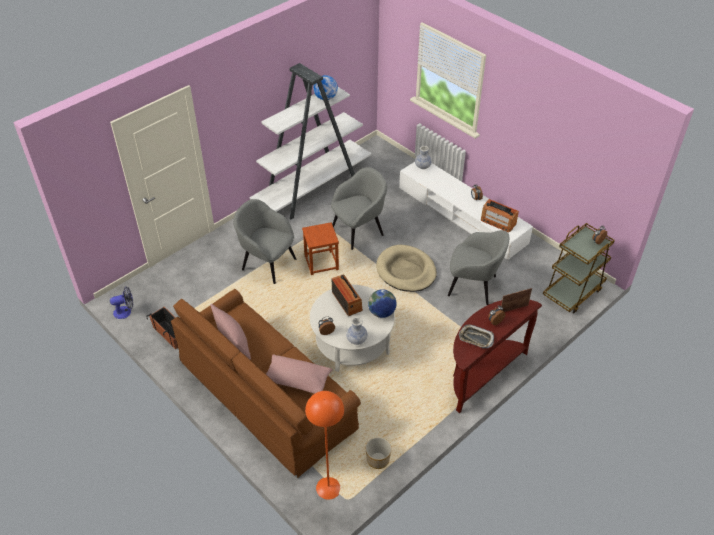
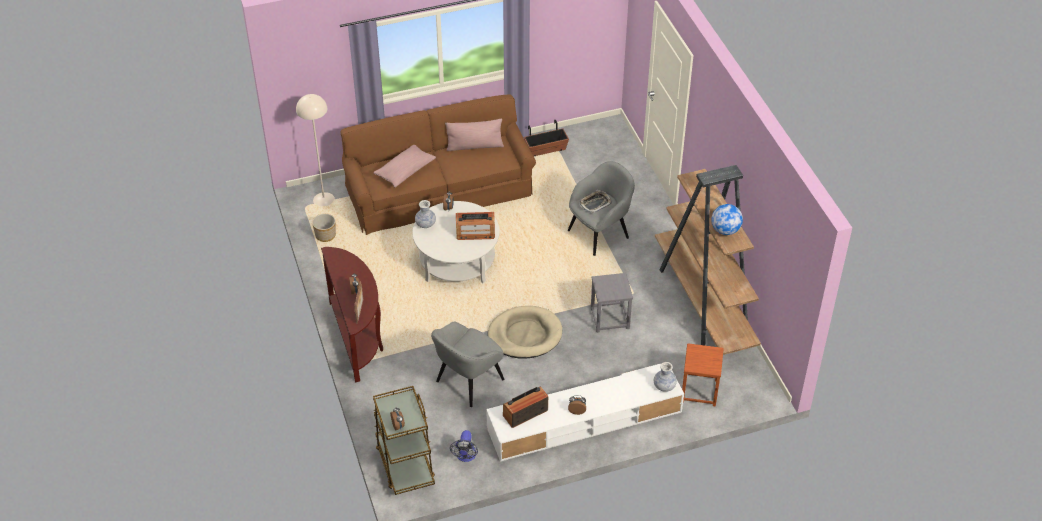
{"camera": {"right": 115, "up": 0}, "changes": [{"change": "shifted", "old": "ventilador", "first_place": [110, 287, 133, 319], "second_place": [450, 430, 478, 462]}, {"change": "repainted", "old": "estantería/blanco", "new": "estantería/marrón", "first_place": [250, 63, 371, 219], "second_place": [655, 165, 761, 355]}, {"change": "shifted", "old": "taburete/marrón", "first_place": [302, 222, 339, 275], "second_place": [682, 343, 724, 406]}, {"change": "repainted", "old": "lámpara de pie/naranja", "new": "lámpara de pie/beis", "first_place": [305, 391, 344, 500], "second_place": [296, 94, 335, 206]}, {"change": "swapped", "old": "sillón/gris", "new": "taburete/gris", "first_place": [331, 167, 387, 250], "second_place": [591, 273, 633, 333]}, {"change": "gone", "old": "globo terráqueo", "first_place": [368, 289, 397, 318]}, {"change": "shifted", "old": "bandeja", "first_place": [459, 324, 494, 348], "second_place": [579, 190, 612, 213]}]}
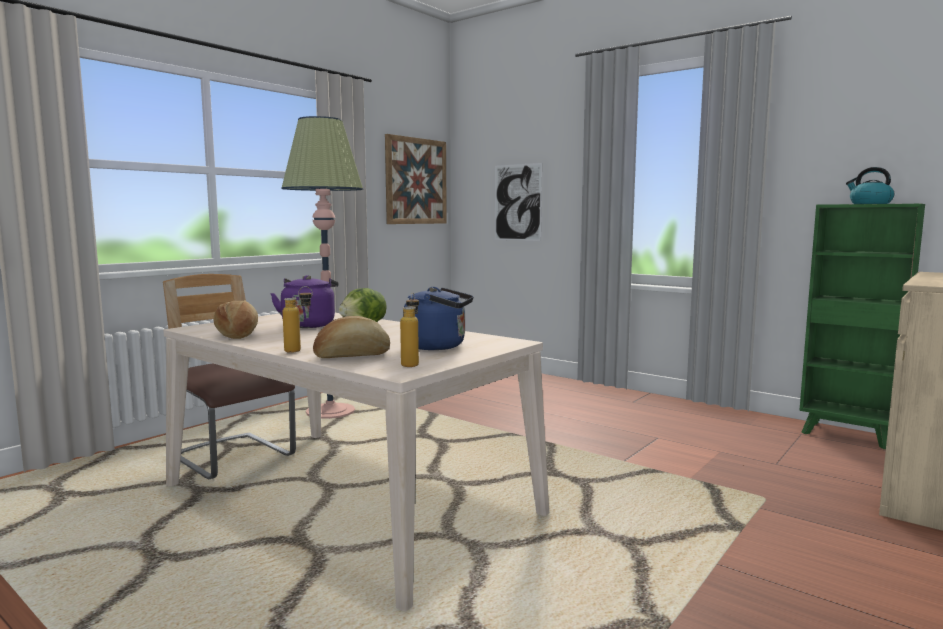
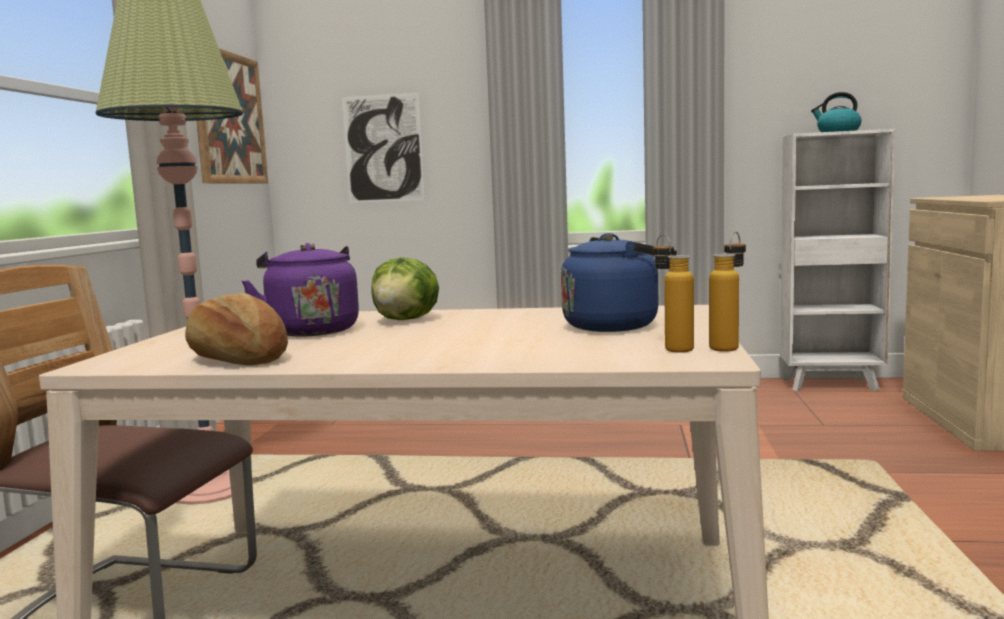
{"camera": {"right": -30, "up": 0}, "changes": [{"change": "shifted", "old": "botella", "first_place": [282, 286, 313, 353], "second_place": [709, 231, 746, 352]}, {"change": "gone", "old": "pan", "first_place": [313, 316, 390, 358]}, {"change": "repainted", "old": "estantería/verde", "new": "estantería/blanco", "first_place": [799, 204, 925, 449], "second_place": [780, 129, 896, 391]}]}
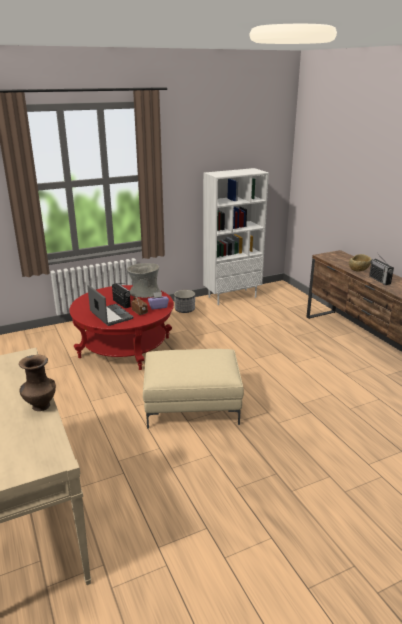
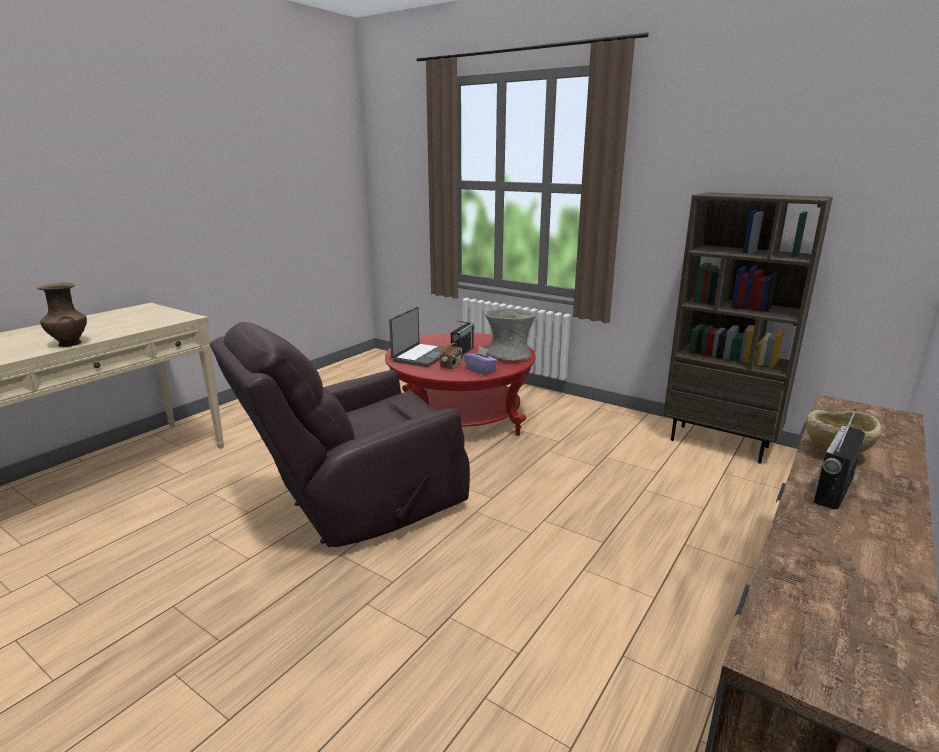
{"camera": {"right": 60, "up": -5}, "changes": [{"change": "swapped", "old": "puf/beis", "new": "sillón/marrón", "first_place": [143, 349, 244, 429], "second_place": [210, 322, 470, 547]}, {"change": "gone", "old": "maceta", "first_place": [174, 290, 195, 313]}, {"change": "repainted", "old": "estantería/blanco", "new": "estantería/marrón", "first_place": [203, 168, 269, 305], "second_place": [663, 192, 833, 464]}]}
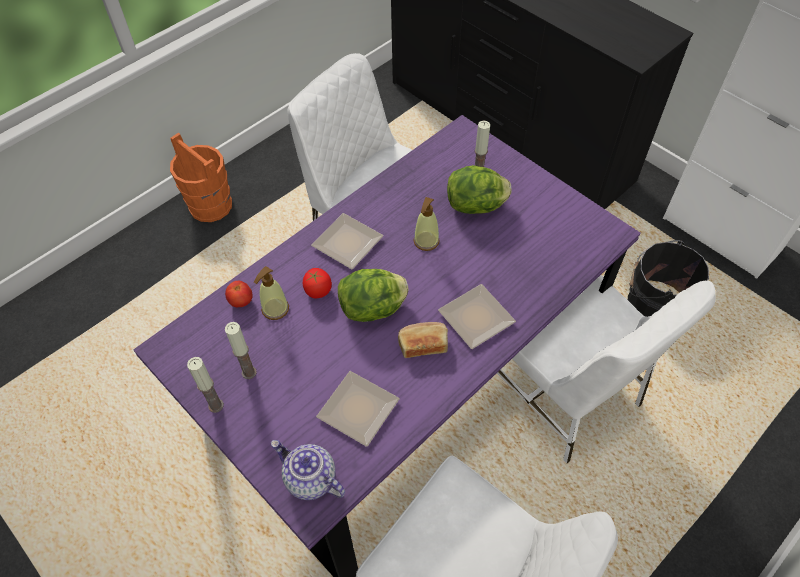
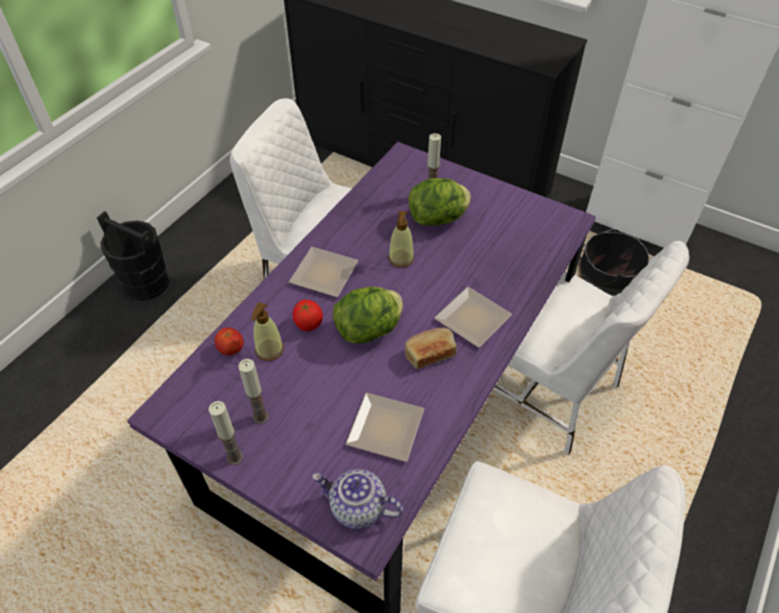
{"camera": {"right": -15, "up": -5}, "changes": [{"change": "repainted", "old": "cubo/naranja", "new": "cubo/negro", "first_place": [170, 133, 232, 222], "second_place": [97, 211, 169, 301]}]}
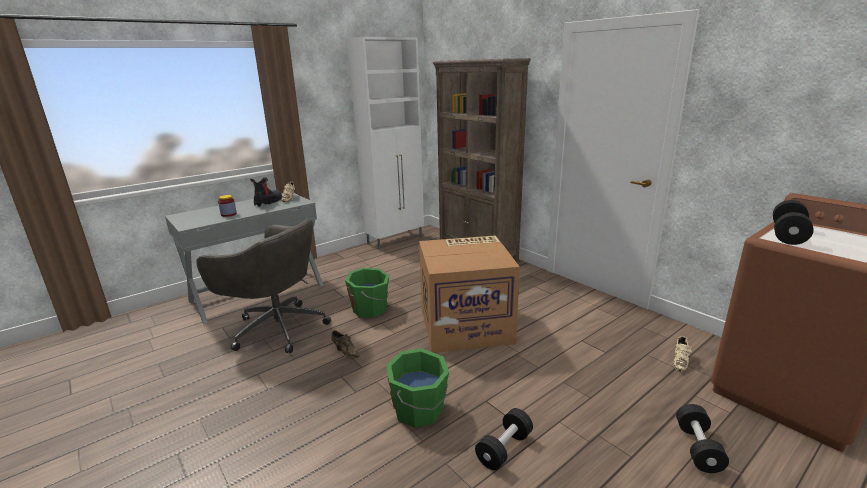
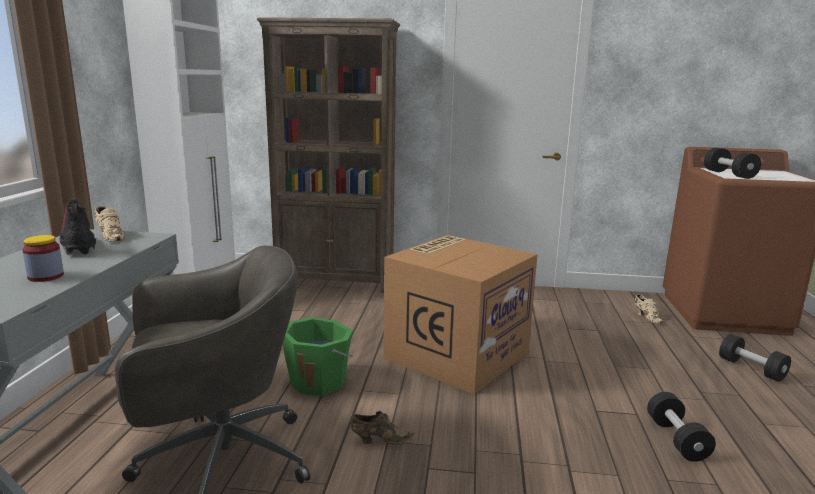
{"camera": {"right": -45, "up": -5}, "changes": [{"change": "gone", "old": "cubo/verde", "first_place": [386, 348, 449, 428]}]}
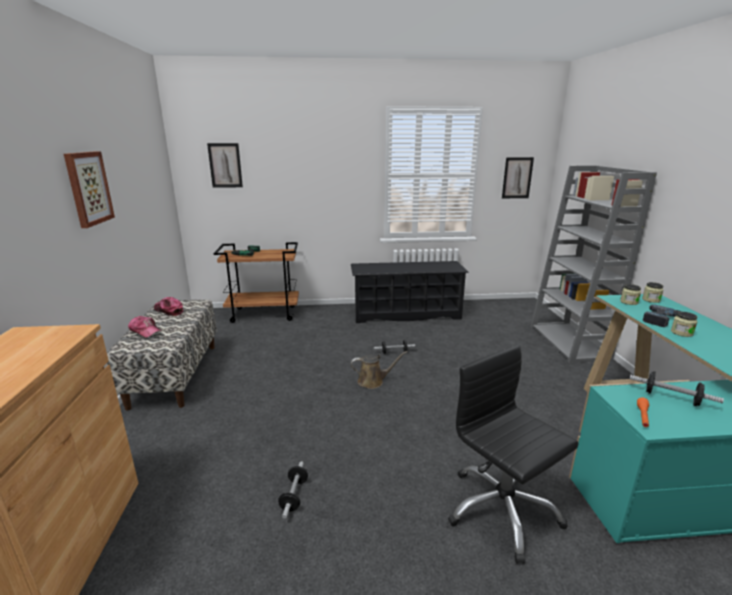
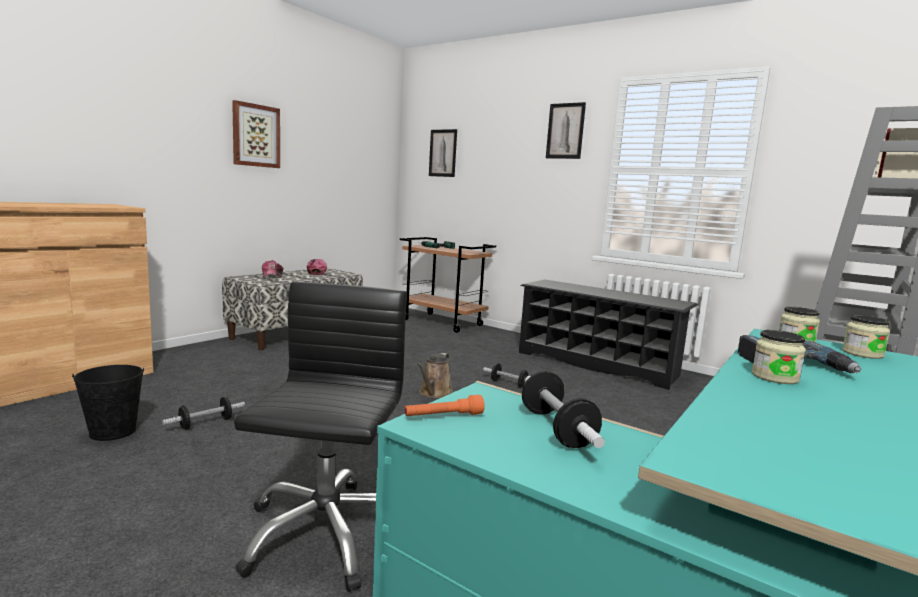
{"camera": {"right": 40, "up": -10}, "changes": [{"change": "rotated", "old": "regadera/marrón", "first_place": [351, 351, 408, 389], "second_place": [417, 353, 453, 398], "degrees": 75}, {"change": "shifted", "old": "cuadro", "first_place": [502, 157, 534, 198], "second_place": [546, 102, 586, 159]}, {"change": "new", "new": "cubo/negro", "second_place": [72, 365, 144, 441]}]}
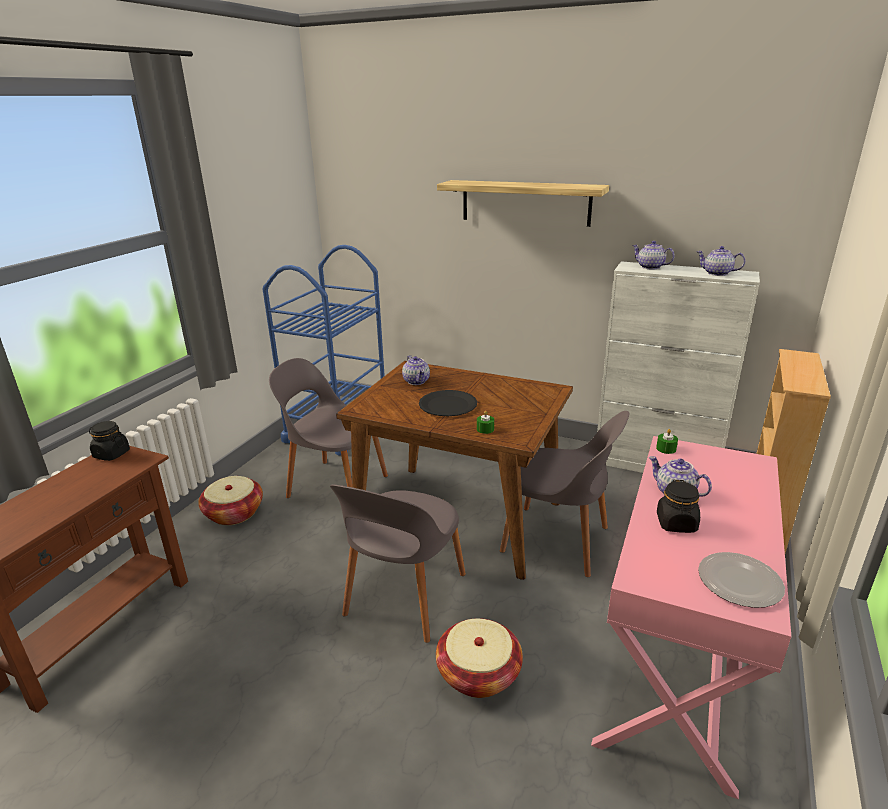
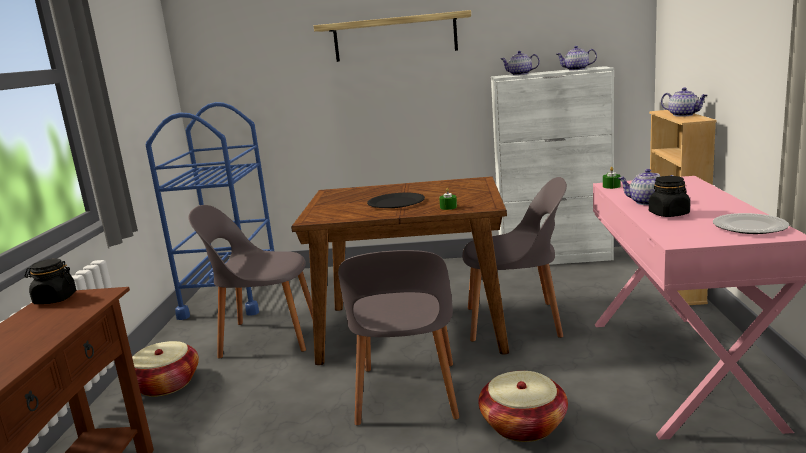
{"camera": {"right": -20, "up": -10}, "changes": [{"change": "shifted", "old": "tetera", "first_place": [402, 355, 430, 385], "second_place": [661, 87, 708, 117]}]}
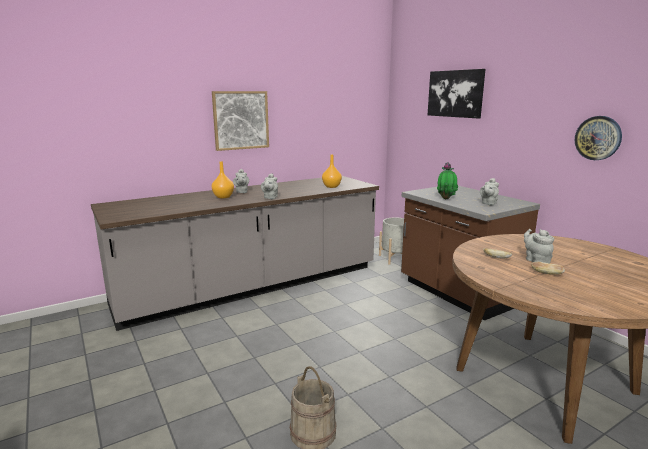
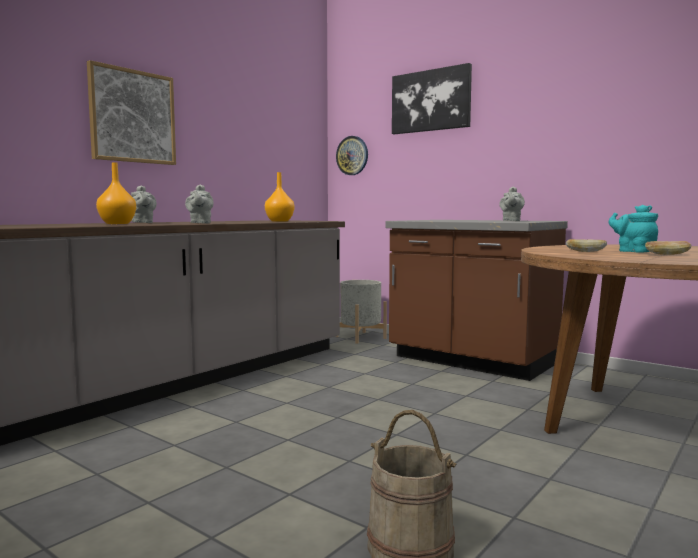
{"camera": {"right": -20, "up": -10}, "changes": [{"change": "gone", "old": "planta en maceta", "first_place": [437, 162, 458, 199]}, {"change": "repainted", "old": "tetera/gris", "new": "tetera/turquesa", "first_place": [524, 229, 554, 264], "second_place": [609, 205, 658, 253]}, {"change": "shifted", "old": "reloj de pared", "first_place": [575, 116, 622, 160], "second_place": [336, 136, 368, 175]}]}
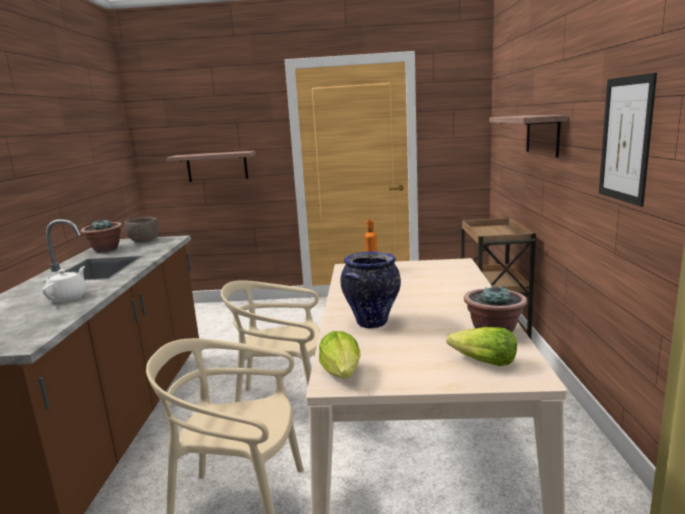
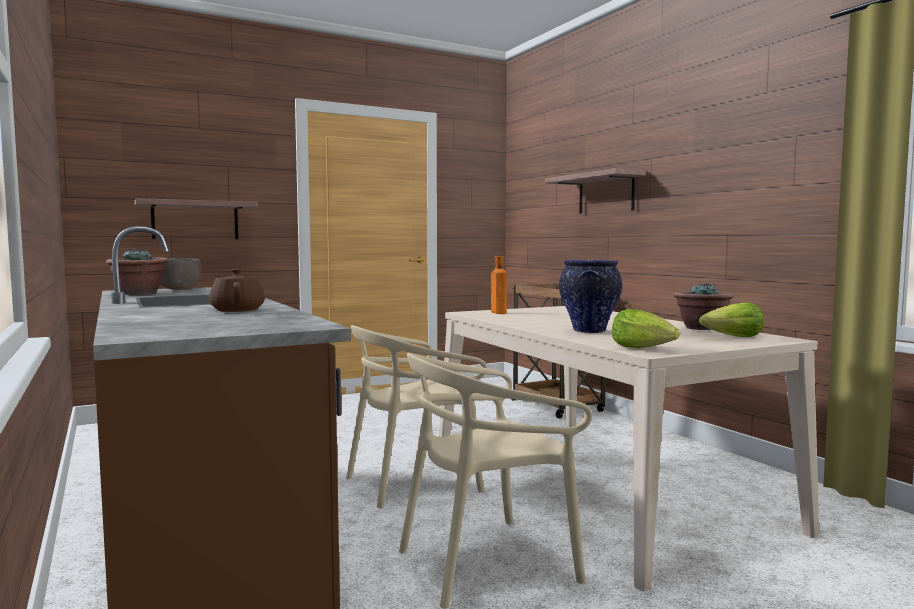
{"camera": {"right": -30, "up": -10}, "changes": [{"change": "repainted", "old": "tetera/blanco", "new": "tetera/marrón", "first_place": [42, 266, 87, 302], "second_place": [209, 269, 265, 312]}, {"change": "gone", "old": "cuadro", "first_place": [599, 73, 657, 207]}]}
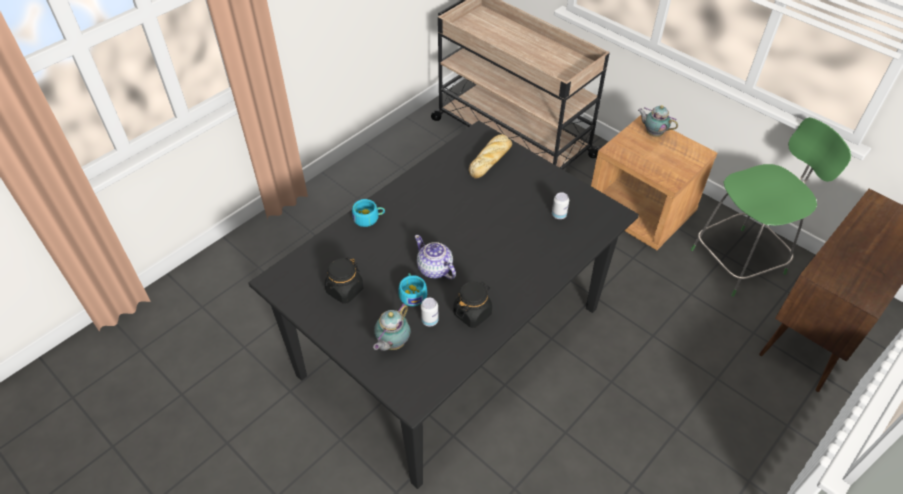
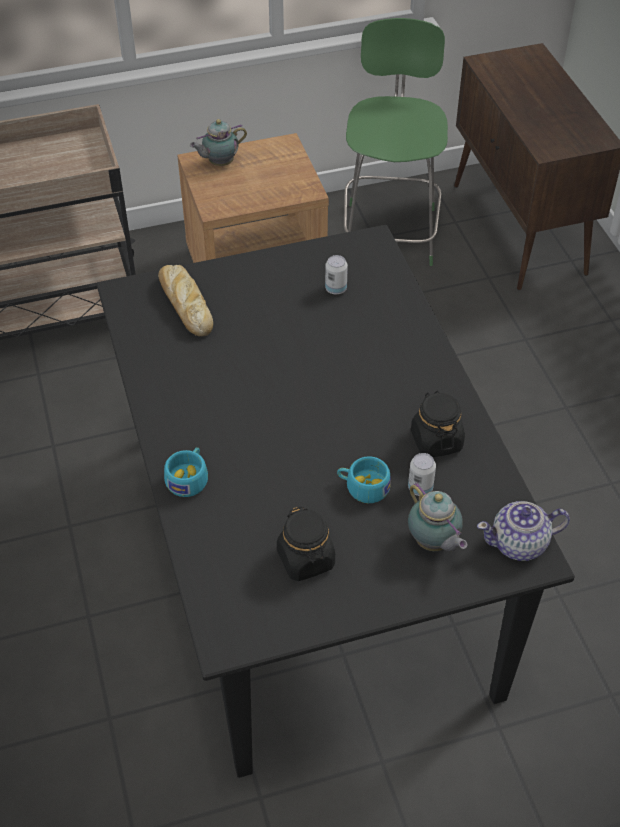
{"camera": {"right": -60, "up": 0}, "changes": [{"change": "shifted", "old": "tetera", "first_place": [415, 235, 456, 280], "second_place": [477, 501, 570, 561]}]}
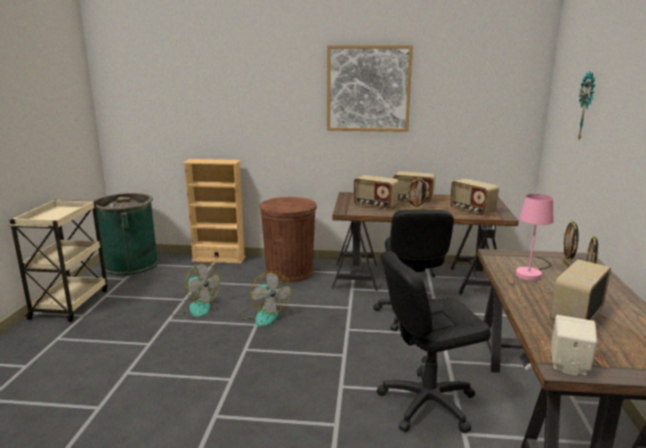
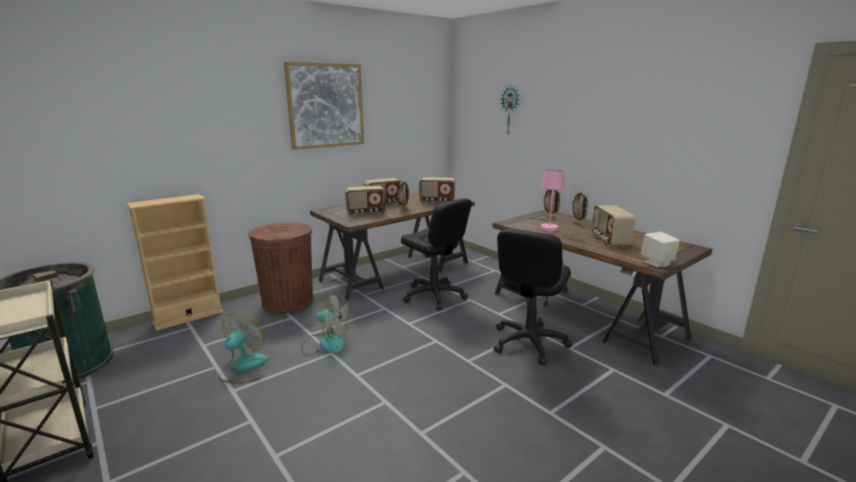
{"camera": {"right": -45, "up": 0}, "changes": [{"change": "rotated", "old": "ventilador", "first_place": [171, 263, 221, 317], "second_place": [219, 311, 269, 383], "degrees": -60}]}
